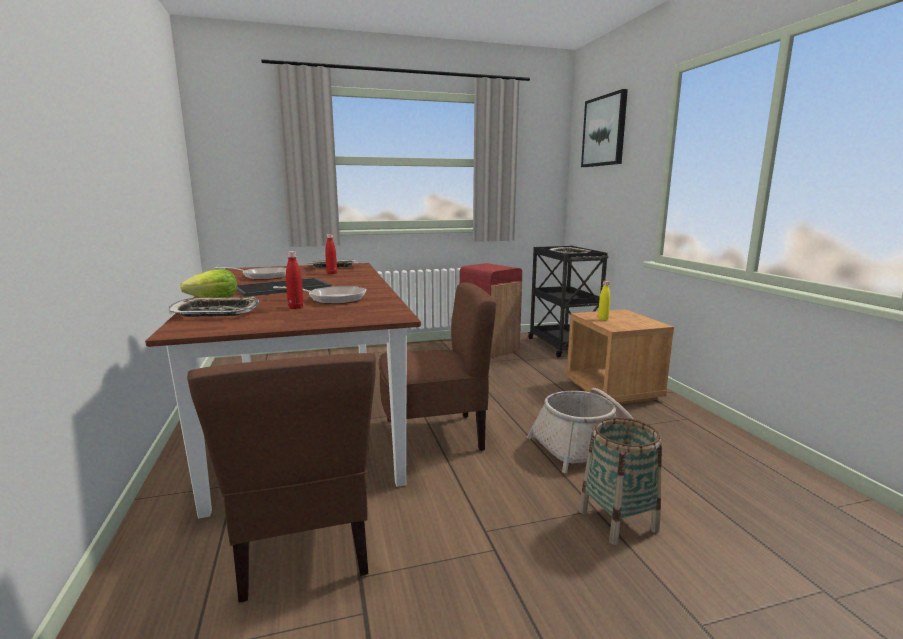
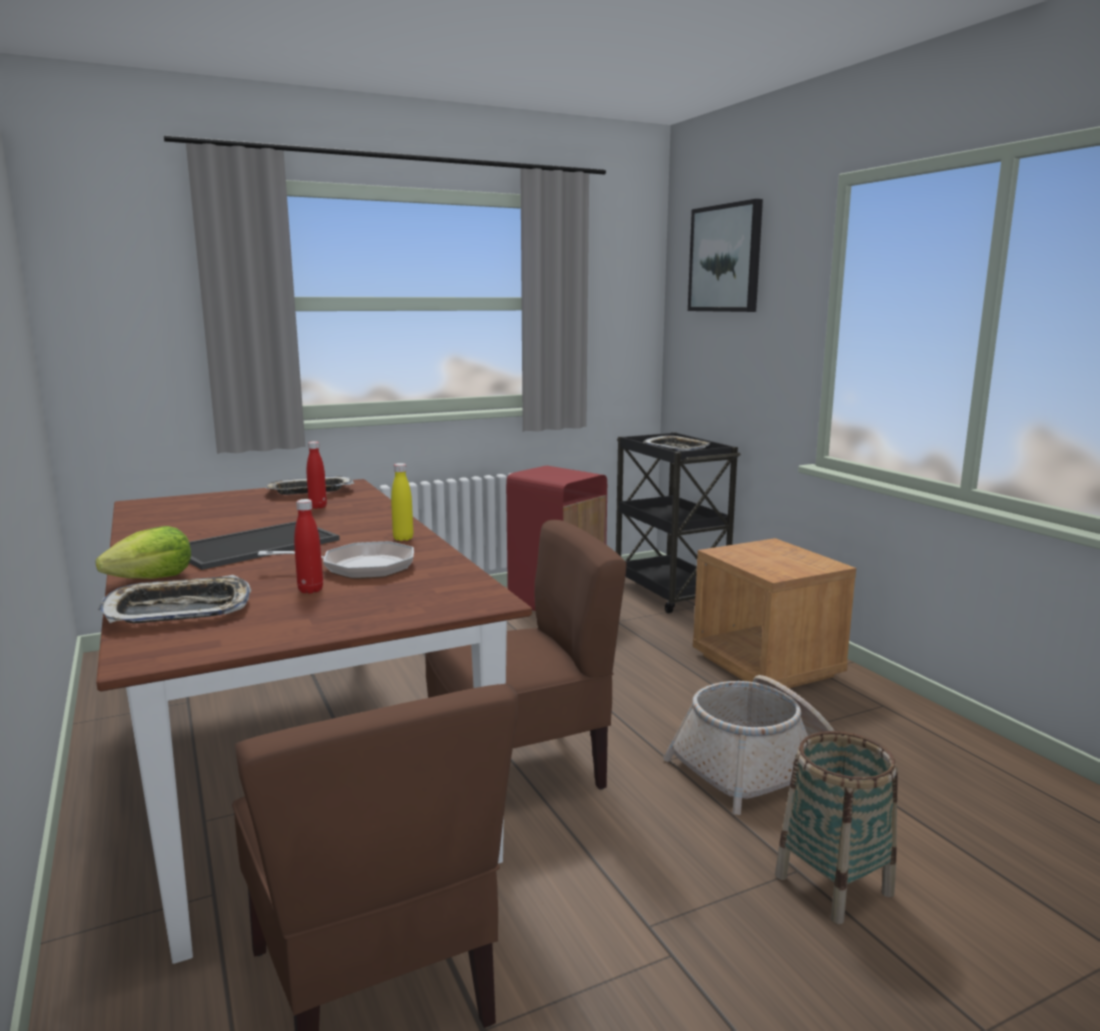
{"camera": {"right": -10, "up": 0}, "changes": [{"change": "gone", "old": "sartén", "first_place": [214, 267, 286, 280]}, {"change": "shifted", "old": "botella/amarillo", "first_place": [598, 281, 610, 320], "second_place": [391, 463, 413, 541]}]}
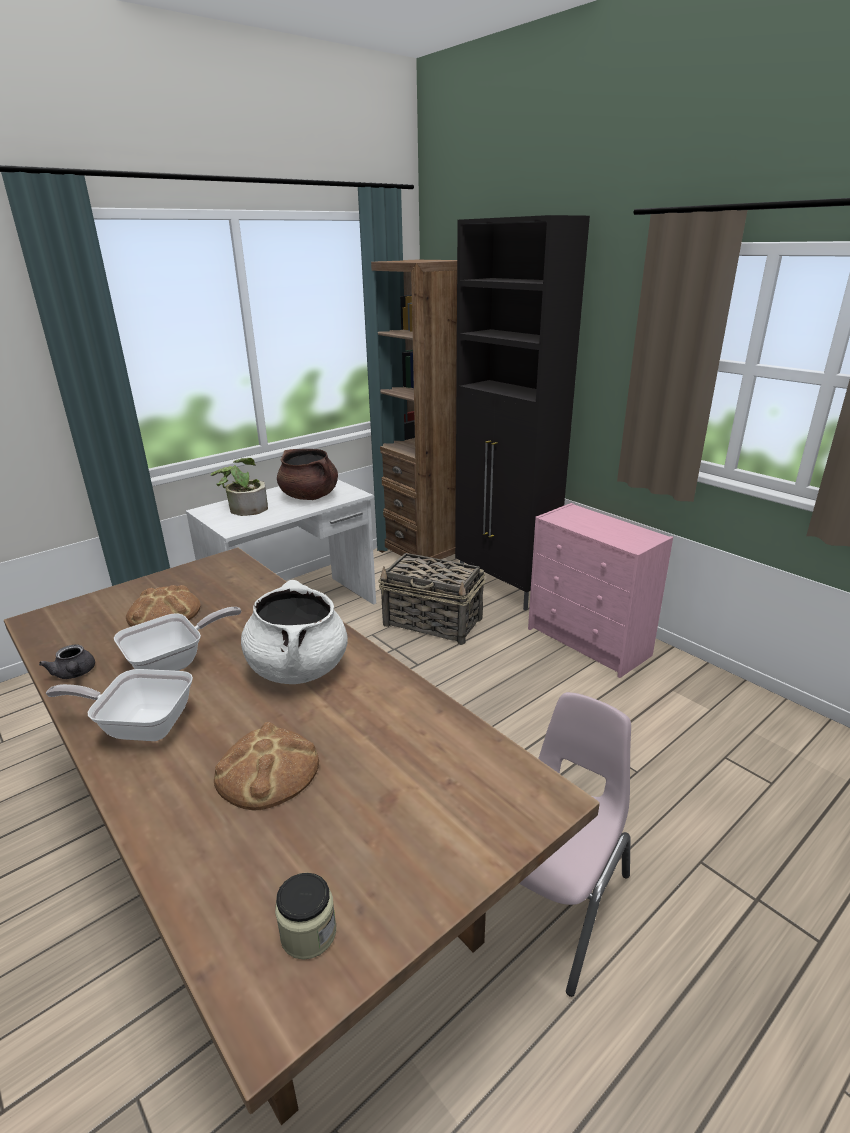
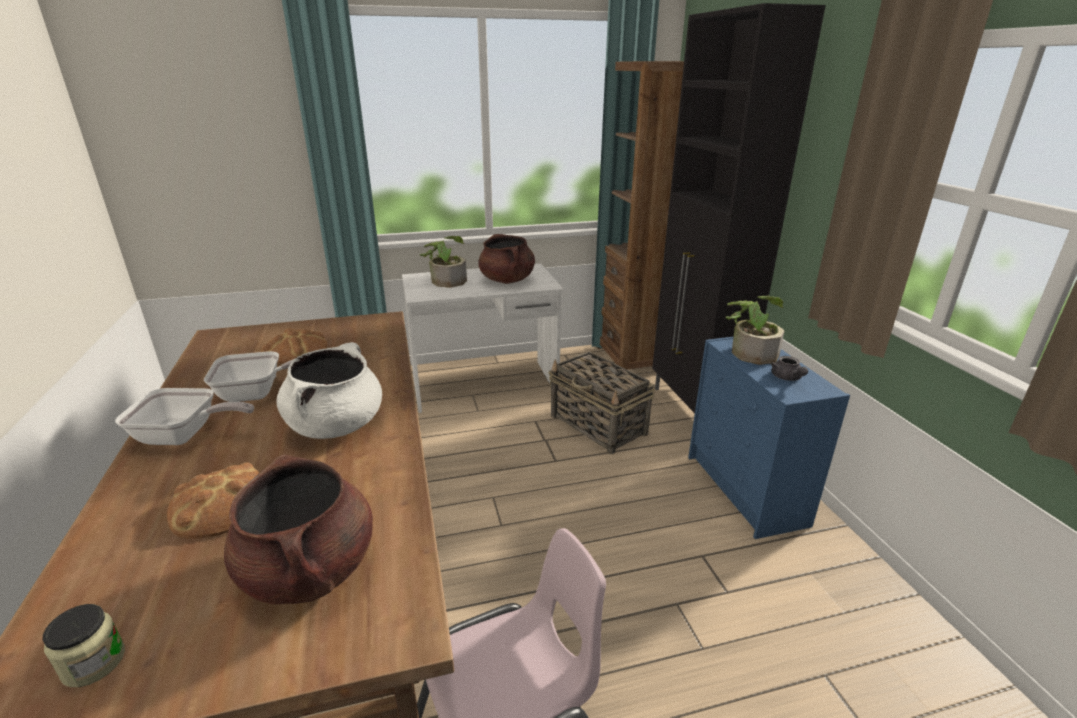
{"camera": {"right": 25, "up": 0}, "changes": [{"change": "shifted", "old": "tetera/gris", "first_place": [39, 645, 95, 679], "second_place": [771, 356, 808, 381]}, {"change": "rotated", "old": "sartén", "first_place": [46, 669, 193, 741], "second_place": [115, 388, 254, 445], "degrees": 150}, {"change": "repainted", "old": "cómoda/rosa", "new": "cómoda/azul", "first_place": [528, 503, 673, 678], "second_place": [688, 337, 850, 539]}, {"change": "new", "new": "olla/marrón", "second_place": [224, 454, 373, 604]}, {"change": "new", "new": "planta en maceta", "second_place": [725, 296, 784, 365]}]}
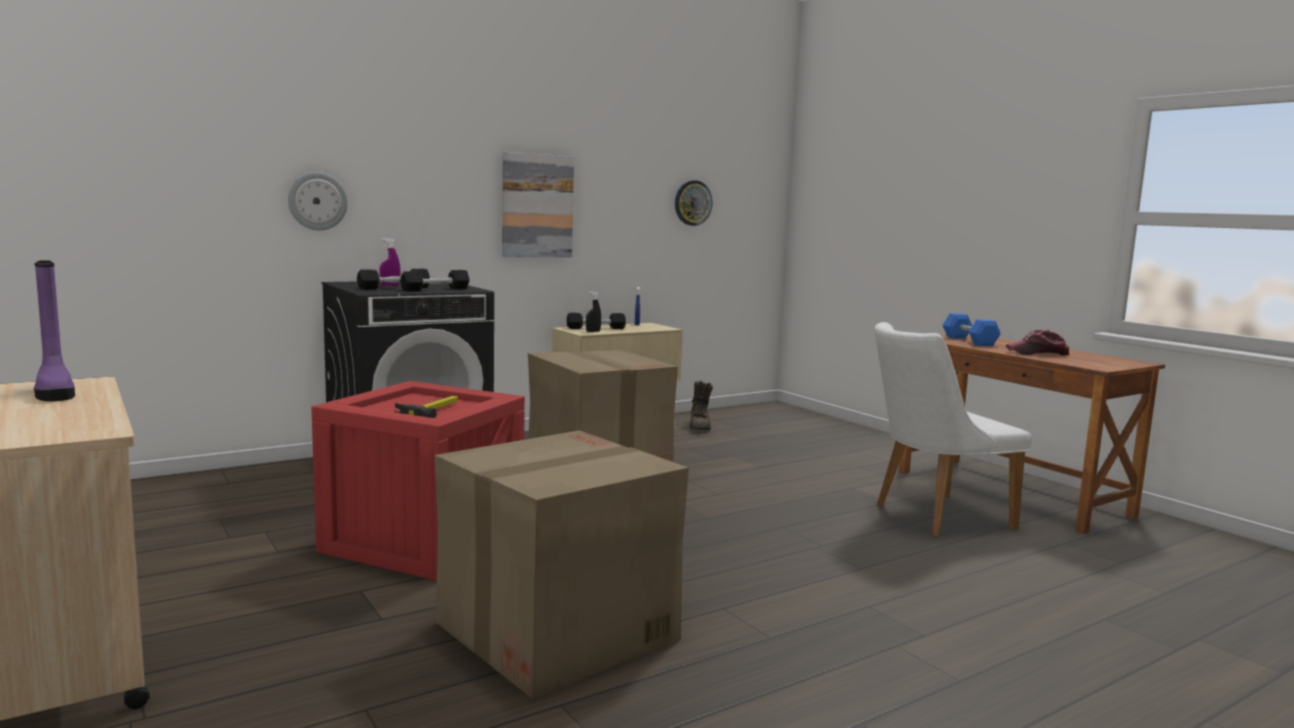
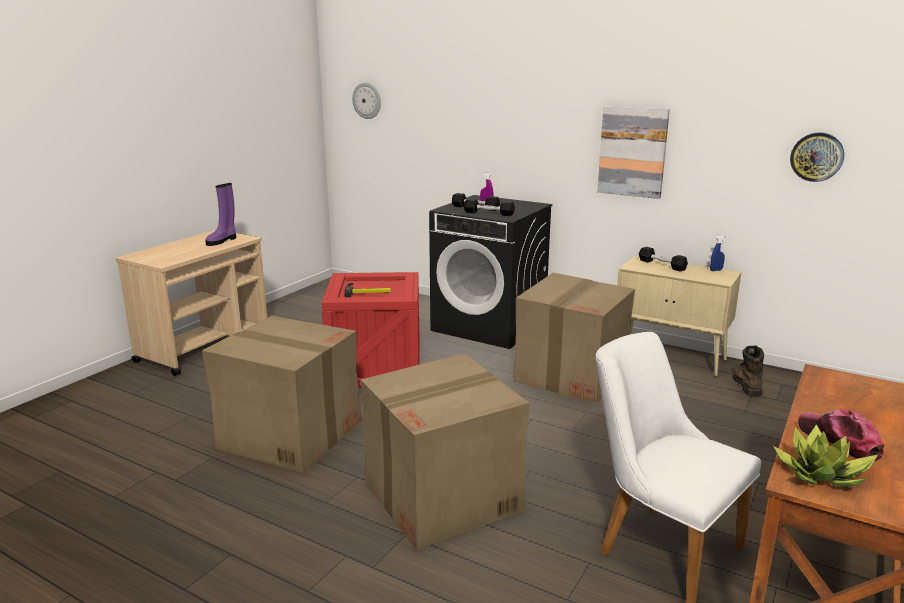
{"camera": {"right": 65, "up": 10}, "changes": [{"change": "shifted", "old": "reloj de pared", "first_place": [288, 172, 348, 231], "second_place": [352, 83, 381, 119]}, {"change": "gone", "old": "pulverizador/negro", "first_place": [586, 291, 601, 332]}, {"change": "rotated", "old": "bota/marrón", "first_place": [690, 381, 713, 430], "second_place": [733, 345, 764, 396], "degrees": 120}, {"change": "gone", "old": "mancuerna/azul", "first_place": [943, 313, 1001, 346]}, {"change": "new", "new": "caja de cartón", "second_place": [360, 353, 530, 550]}, {"change": "new", "new": "planta en maceta", "second_place": [773, 424, 878, 487]}]}
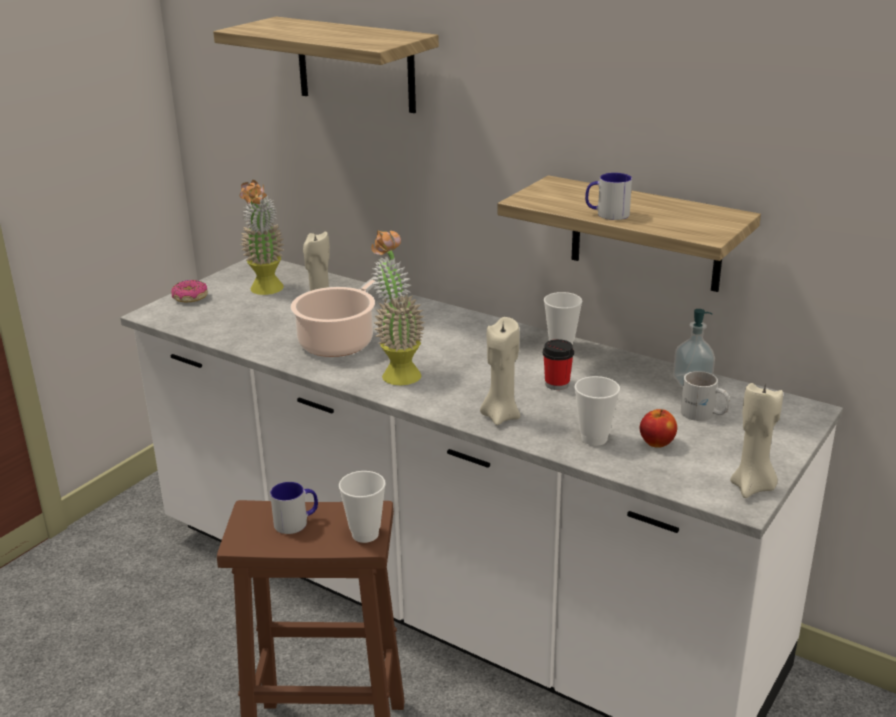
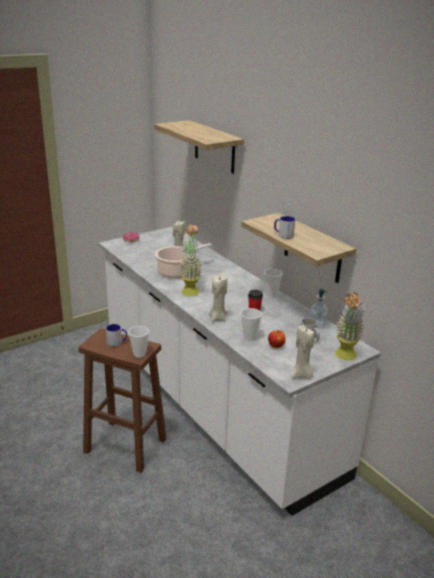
{"camera": {"right": 20, "up": 0}, "changes": [{"change": "shifted", "old": "planta en maceta", "first_place": [239, 180, 285, 295], "second_place": [335, 292, 365, 360]}]}
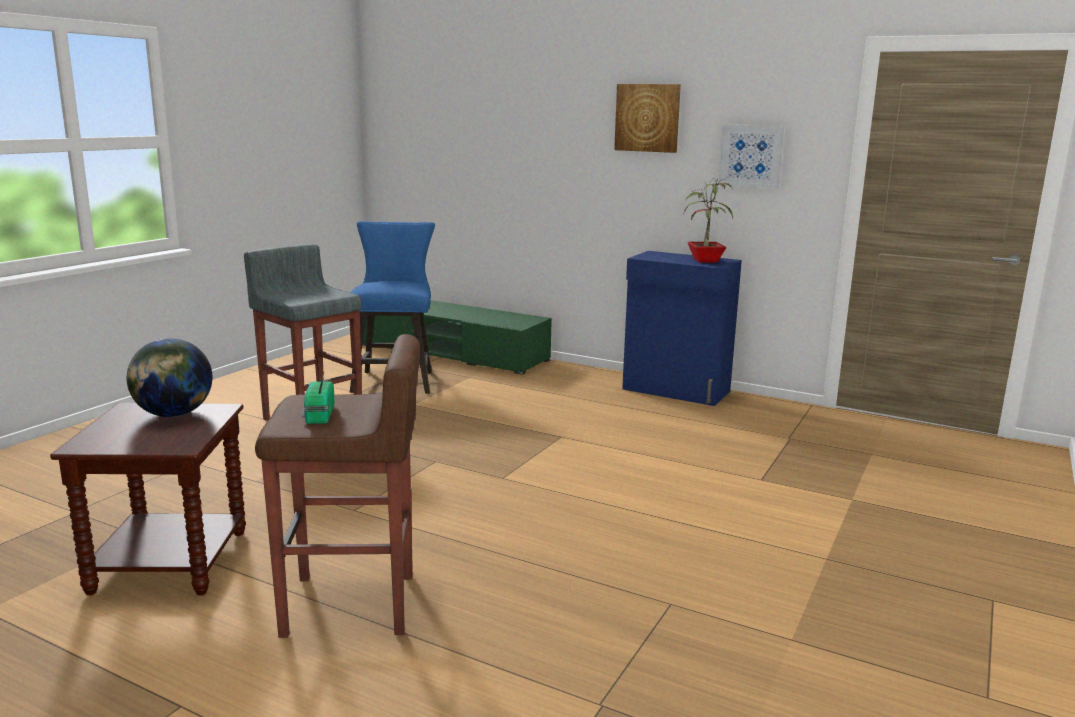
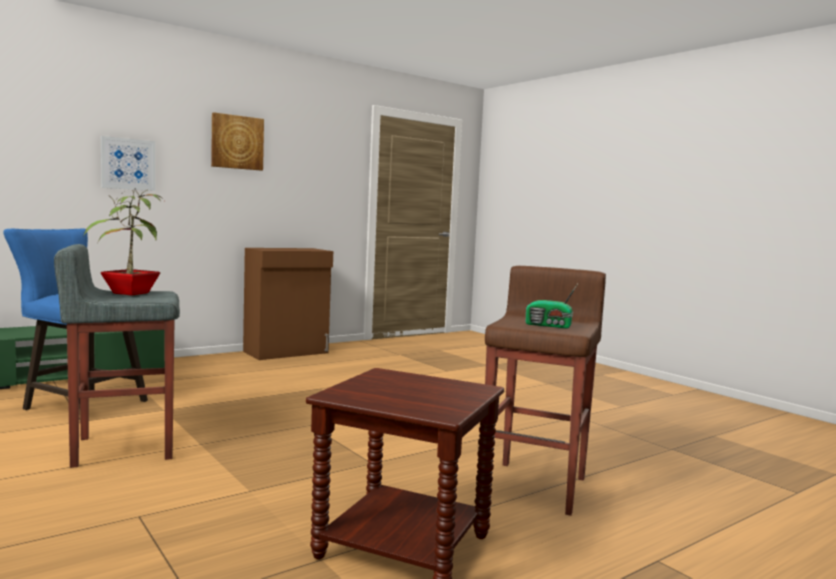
{"camera": {"right": -65, "up": -10}, "changes": [{"change": "gone", "old": "globo terráqueo", "first_place": [127, 338, 213, 417]}, {"change": "repainted", "old": "armario/azul", "new": "armario/marrón", "first_place": [622, 251, 742, 406], "second_place": [243, 248, 333, 360]}, {"change": "shifted", "old": "planta en maceta", "first_place": [684, 179, 733, 263], "second_place": [84, 189, 164, 295]}, {"change": "shifted", "old": "cuadro", "first_place": [719, 124, 784, 189], "second_place": [101, 136, 155, 191]}]}
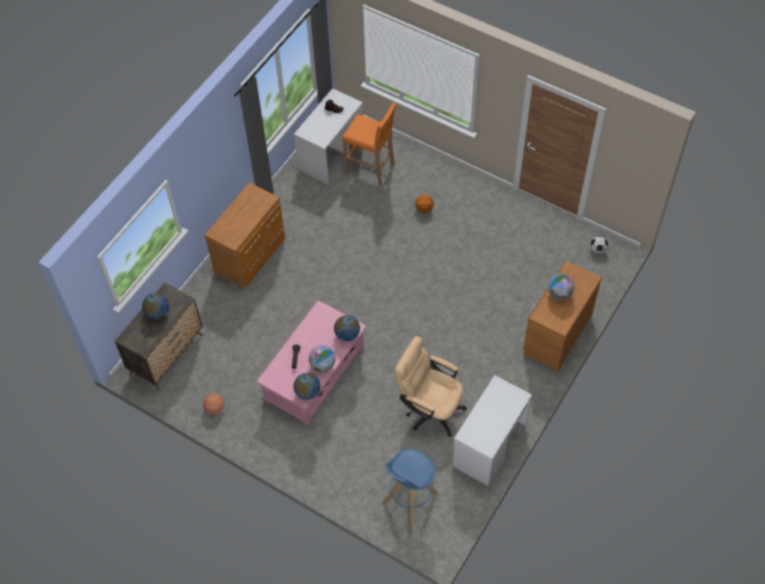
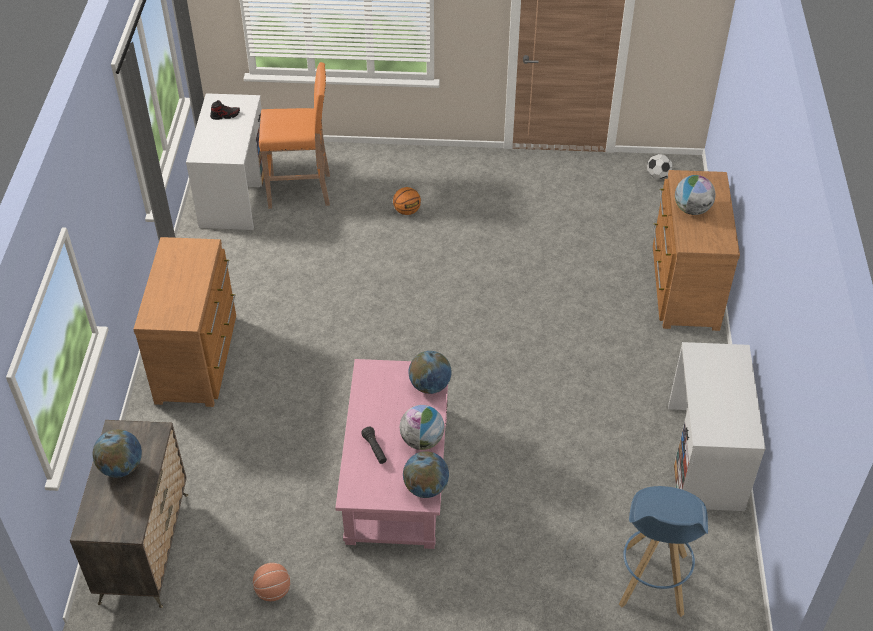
{"camera": {"right": -30, "up": -10}, "changes": [{"change": "gone", "old": "silla de oficina/beis", "first_place": [394, 336, 467, 437]}]}
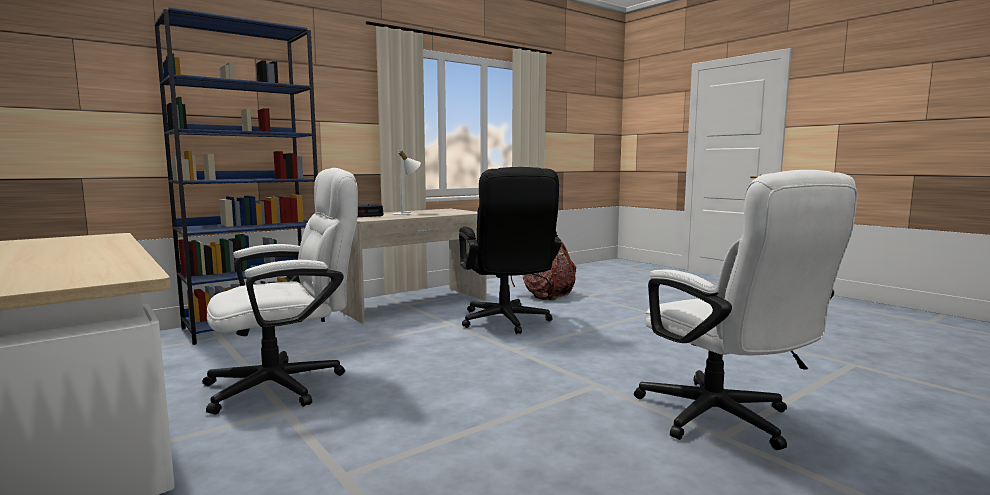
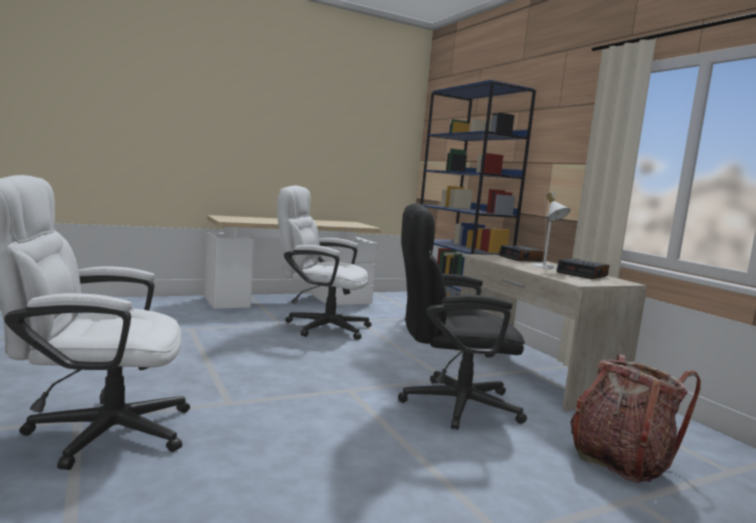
{"camera": {"right": 100, "up": 0}, "changes": [{"change": "rotated", "old": "silla de oficina/blanco", "first_place": [203, 168, 358, 415], "second_place": [277, 186, 372, 340], "degrees": 120}, {"change": "new", "new": "despertador", "second_place": [557, 258, 609, 279]}]}
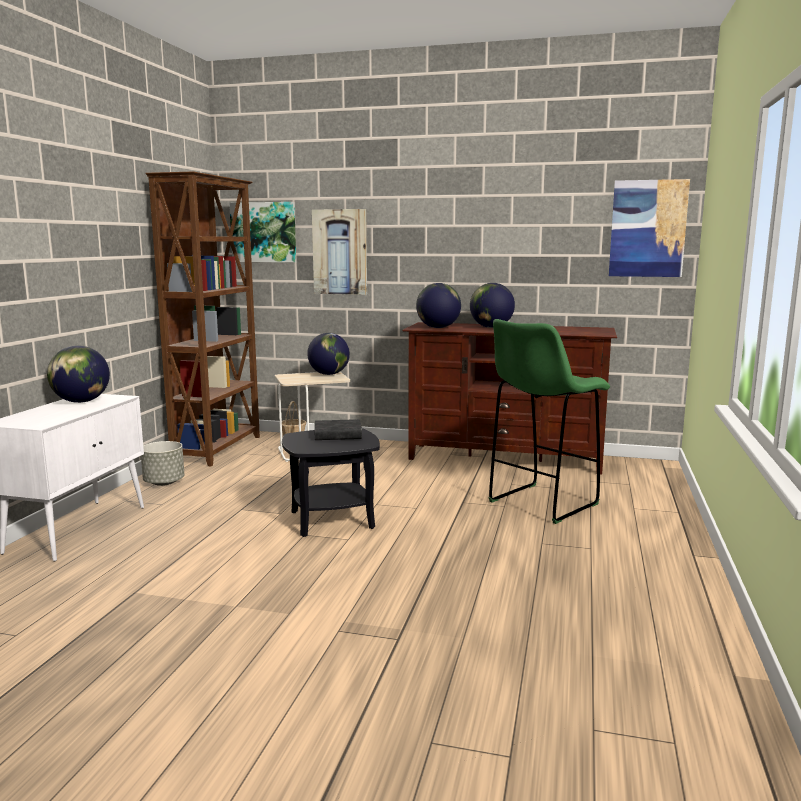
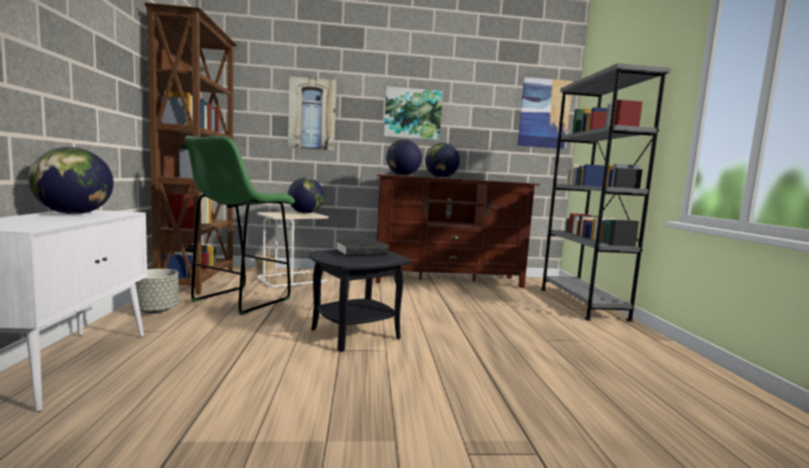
{"camera": {"right": -20, "up": -5}, "changes": [{"change": "shifted", "old": "cuadro", "first_place": [229, 202, 296, 262], "second_place": [384, 86, 443, 140]}, {"change": "shifted", "old": "taburete/verde", "first_place": [489, 319, 610, 524], "second_place": [185, 136, 295, 315]}, {"change": "new", "new": "estantería/gris", "second_place": [541, 63, 670, 322]}]}
